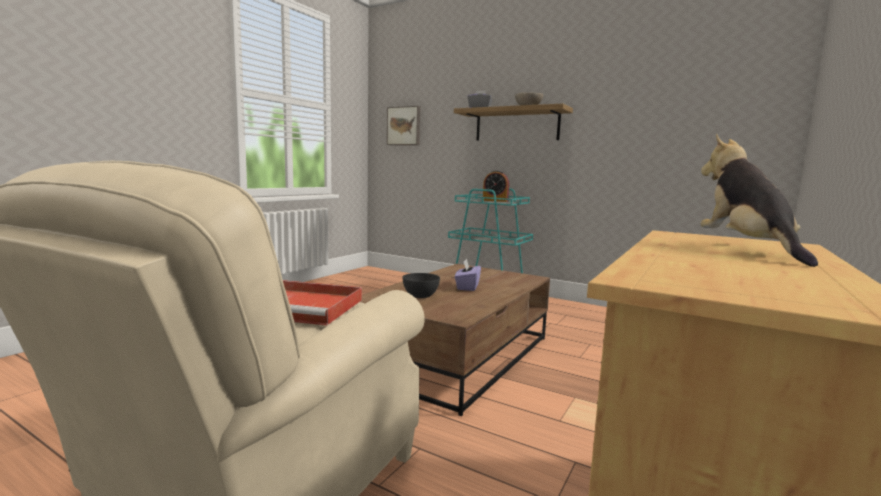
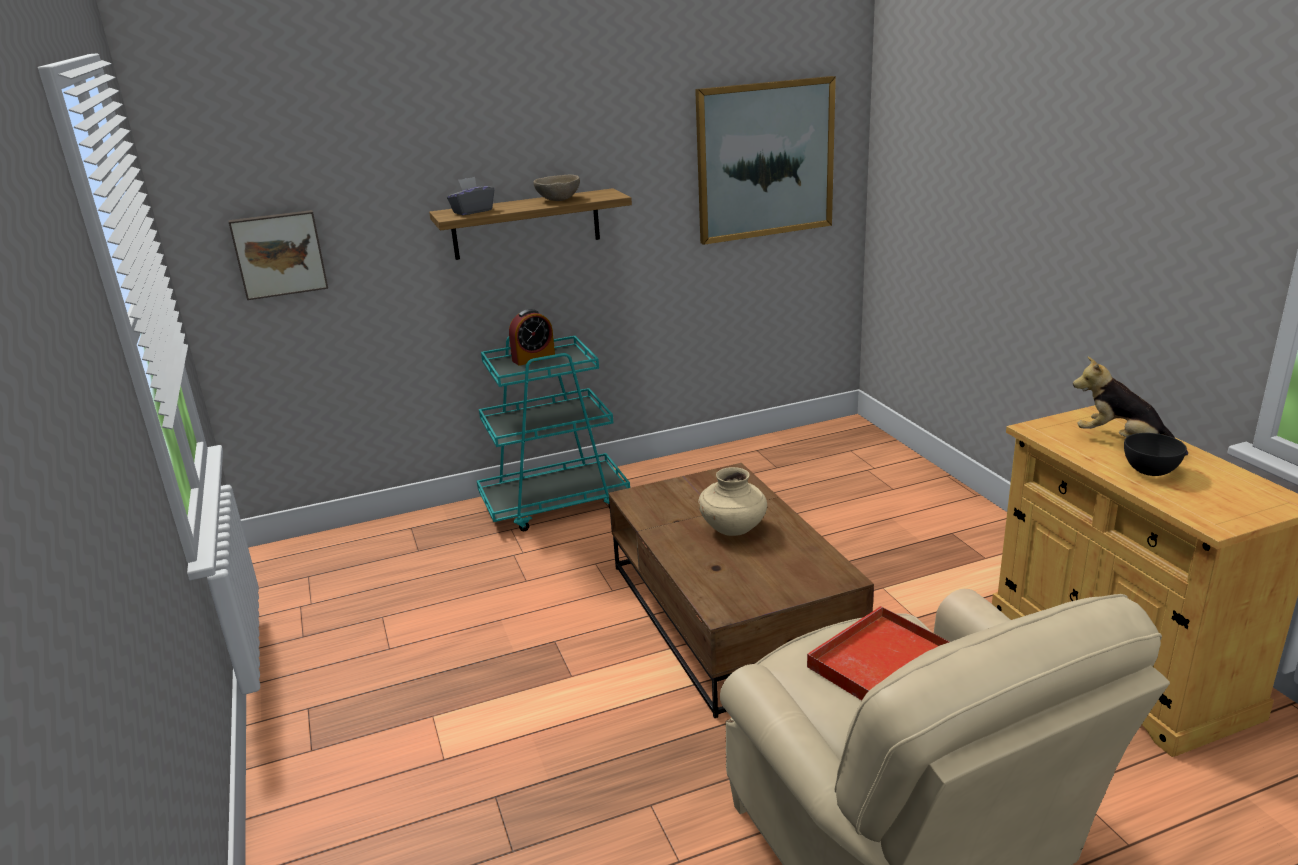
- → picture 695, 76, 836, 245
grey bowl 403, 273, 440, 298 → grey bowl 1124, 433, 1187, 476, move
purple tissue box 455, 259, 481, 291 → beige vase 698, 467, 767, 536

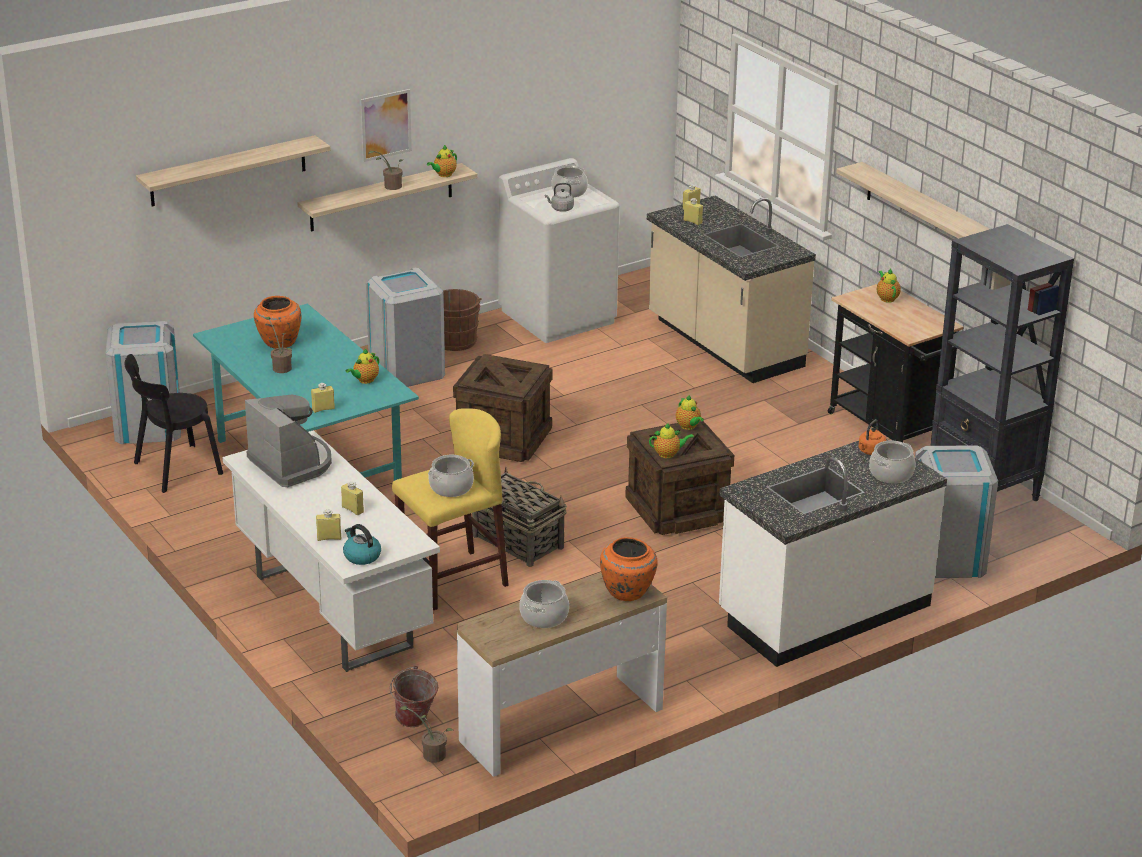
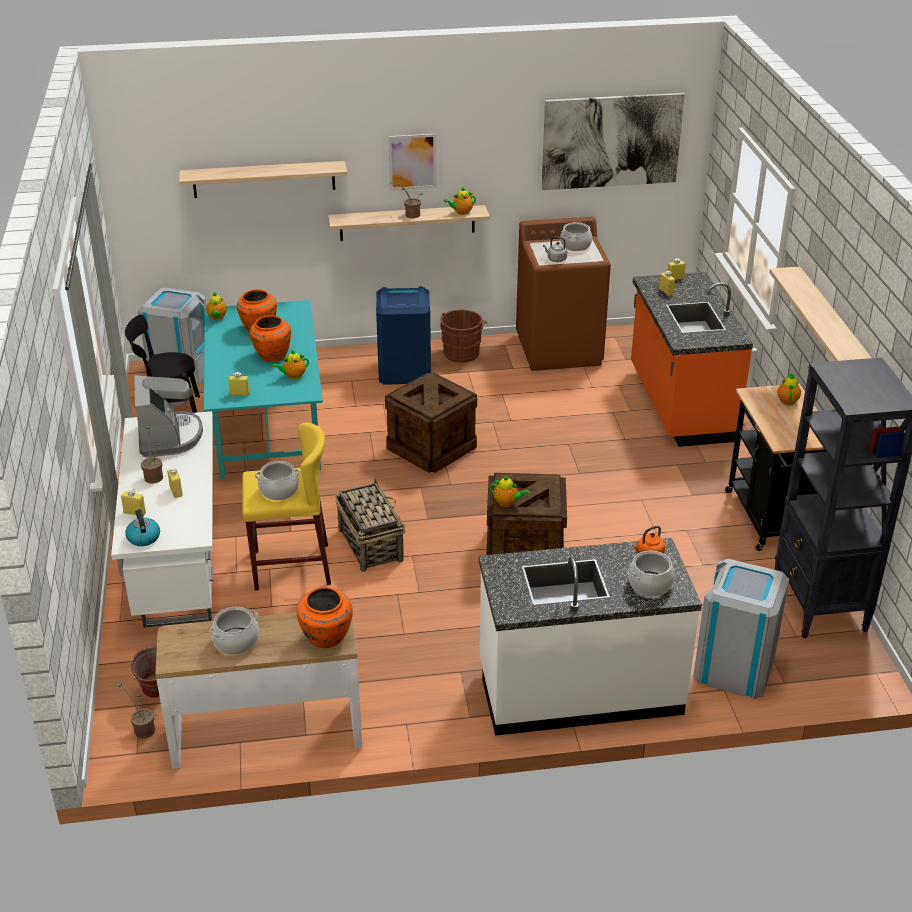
- → orange vase 250, 315, 291, 362
- → picture 542, 93, 685, 190
potted plant 265, 317, 292, 373 → potted plant 141, 426, 163, 483, move
teapot 676, 395, 704, 430 → teapot 206, 292, 227, 320, move
grey trash can 366, 268, 445, 387 → blue trash can 376, 287, 431, 385
white washing machine 498, 158, 620, 343 → brown washing machine 516, 217, 611, 371
beige counter 647, 196, 816, 383 → orange counter 631, 272, 753, 447

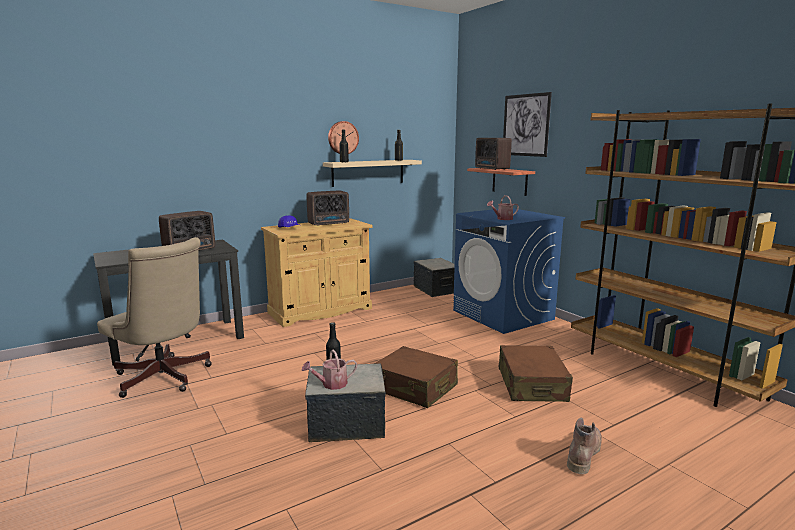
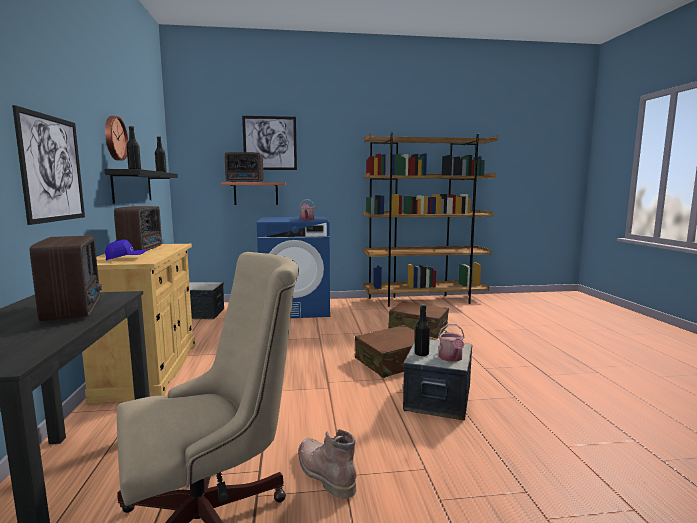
- → picture 12, 105, 85, 225
brown boot 567, 418, 602, 474 → brown boot 298, 429, 357, 499, move
beige shelf 323, 160, 422, 187 → black shelf 104, 169, 178, 203

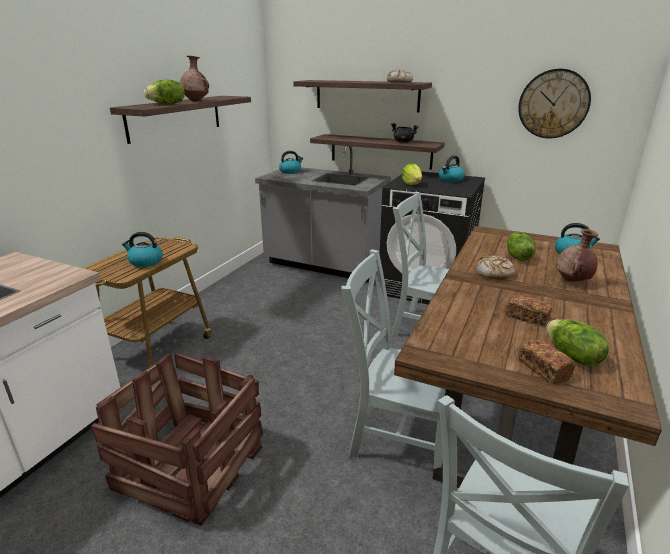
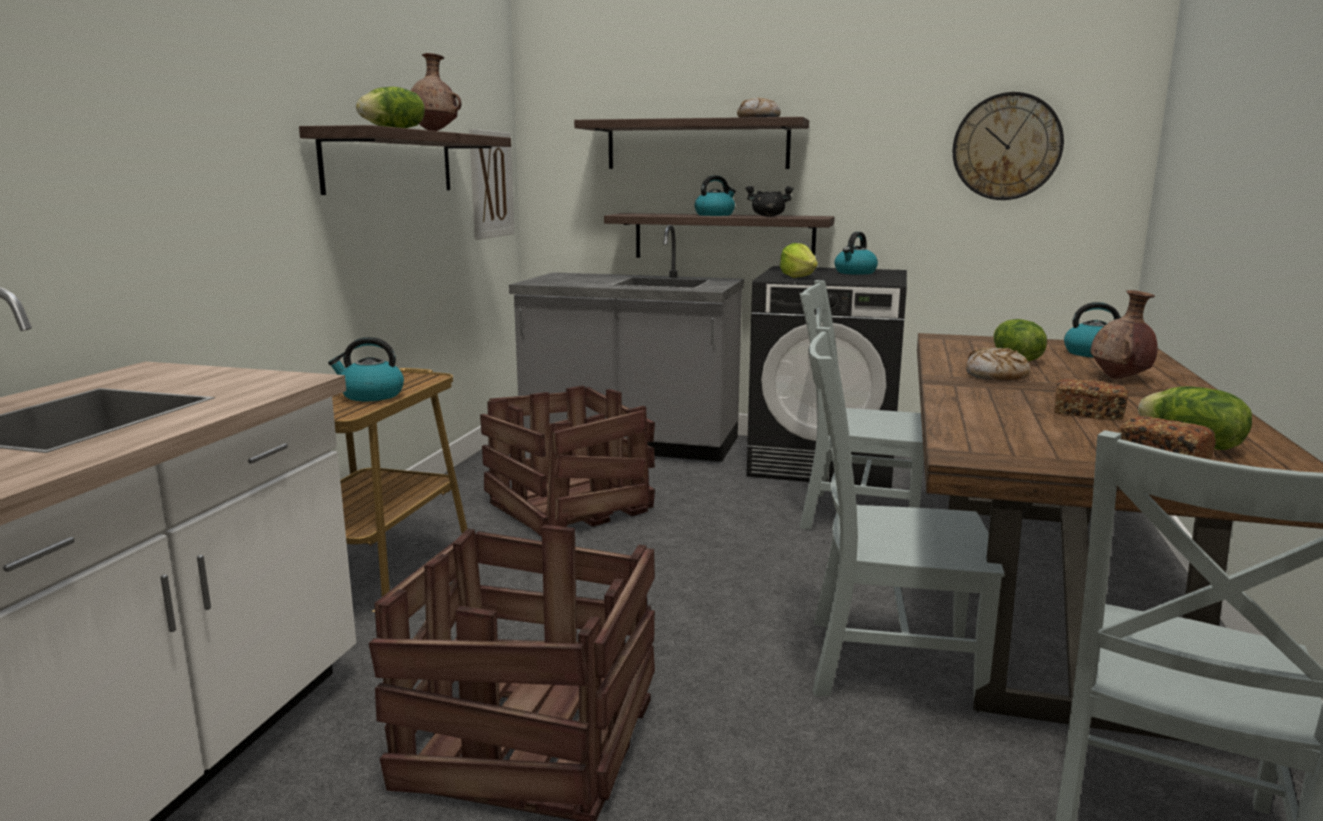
- → picture 469, 129, 515, 240
- → crate 480, 385, 655, 537
kettle 279, 151, 303, 174 → kettle 695, 175, 736, 216, move

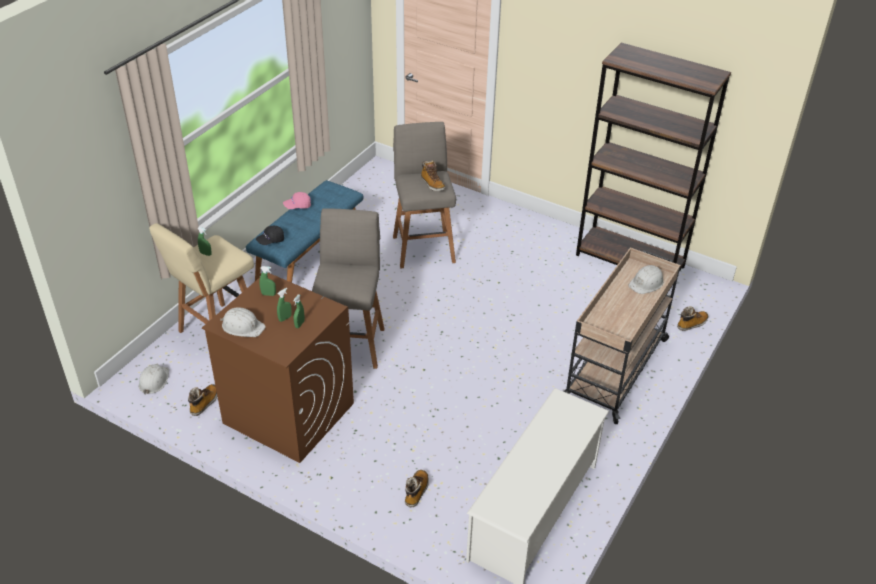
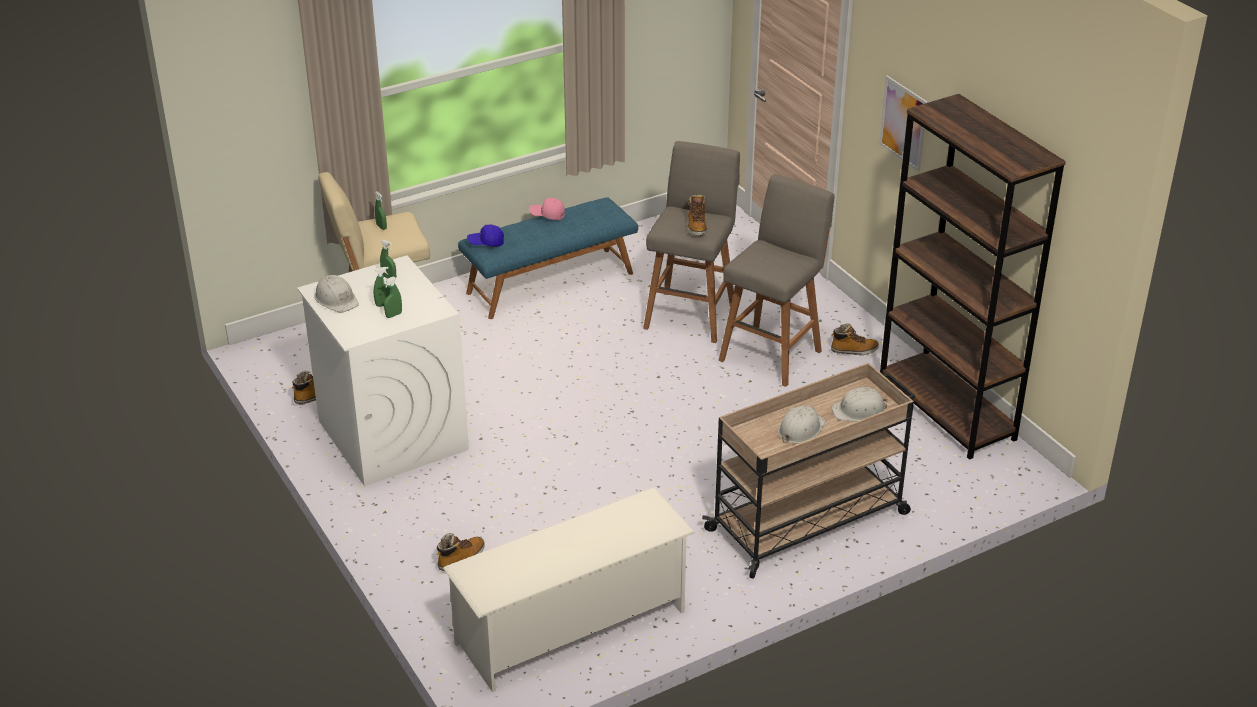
- → picture 879, 75, 928, 171
white hard hat 139, 363, 169, 394 → white hard hat 778, 406, 826, 444, move
grey stool 312, 208, 385, 369 → grey stool 719, 174, 834, 387, move
boot 677, 306, 708, 331 → boot 831, 323, 879, 355, move
brown washing machine 202, 273, 354, 463 → white washing machine 297, 256, 469, 486
black cap 256, 226, 284, 245 → blue cap 467, 225, 504, 247

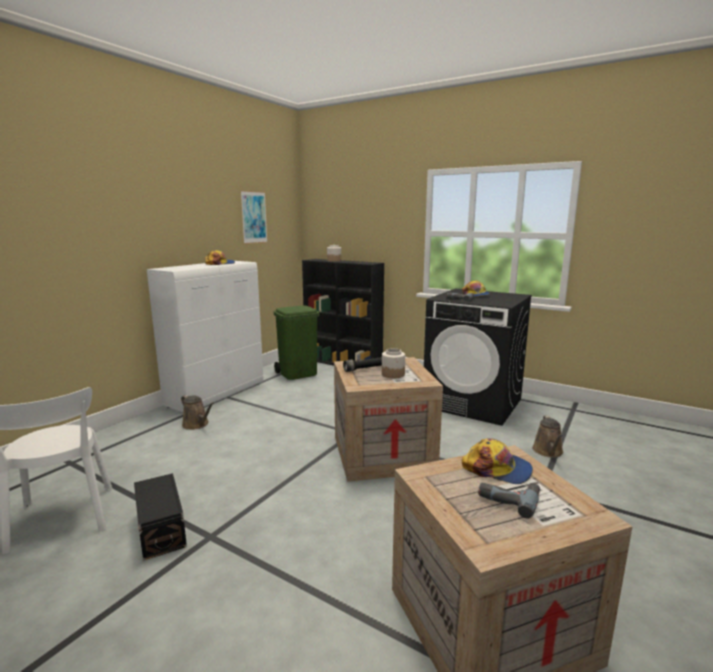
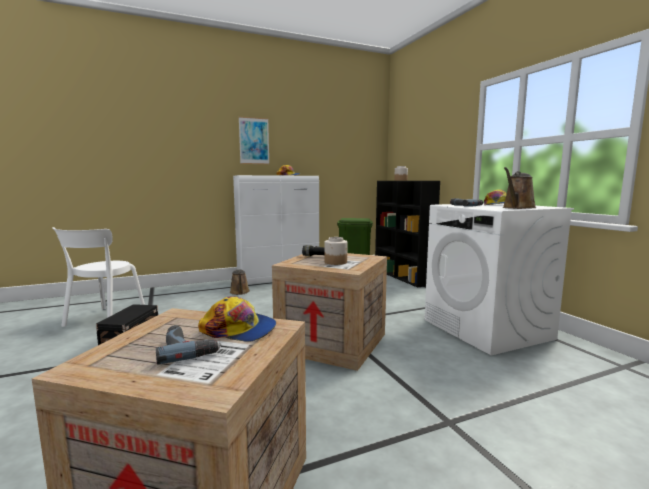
picture 240, 190, 268, 244 → picture 239, 117, 270, 164, move
brown watering can 532, 415, 563, 458 → brown watering can 502, 167, 536, 209, move
black washing machine 424, 289, 532, 426 → white washing machine 424, 203, 574, 355
cap 462, 438, 533, 484 → cap 198, 296, 276, 342, 45 degrees counterclockwise

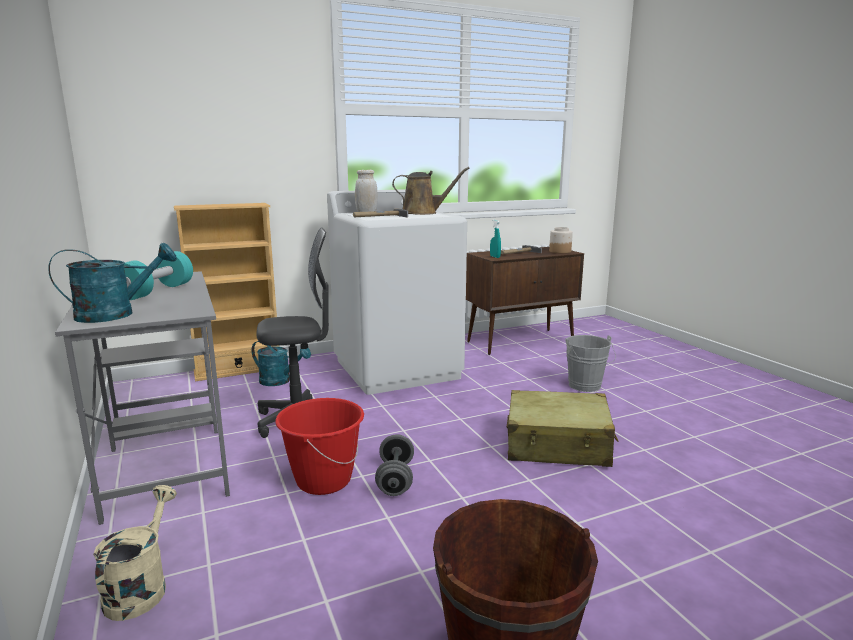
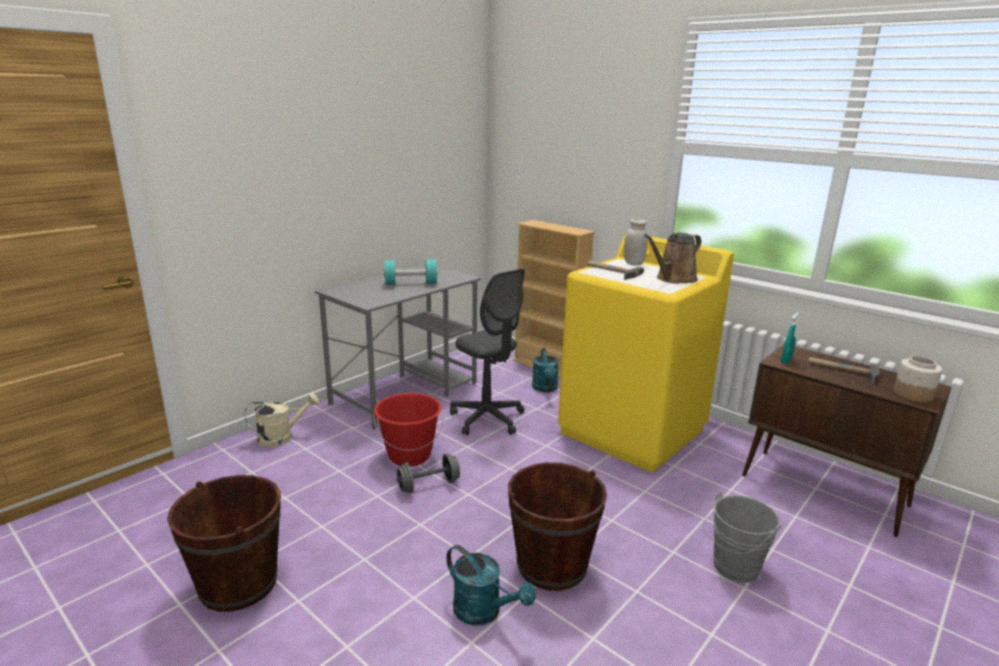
turquoise watering can 48, 243, 177, 323 → turquoise watering can 446, 545, 536, 626, move
beige suitcase 507, 390, 619, 467 → brown bucket 508, 462, 607, 591
white washing machine 327, 189, 467, 395 → yellow washing machine 558, 235, 734, 472
brown watering can 392, 167, 470, 215 → brown watering can 644, 233, 701, 284, 75 degrees clockwise

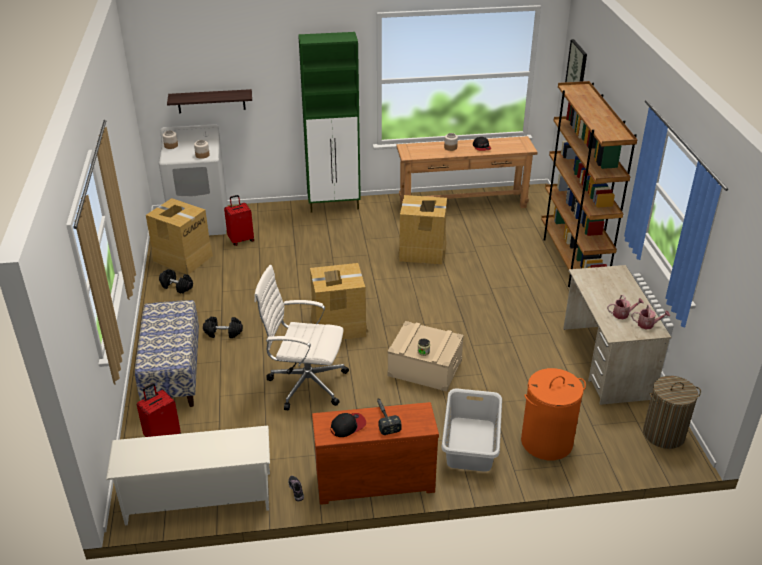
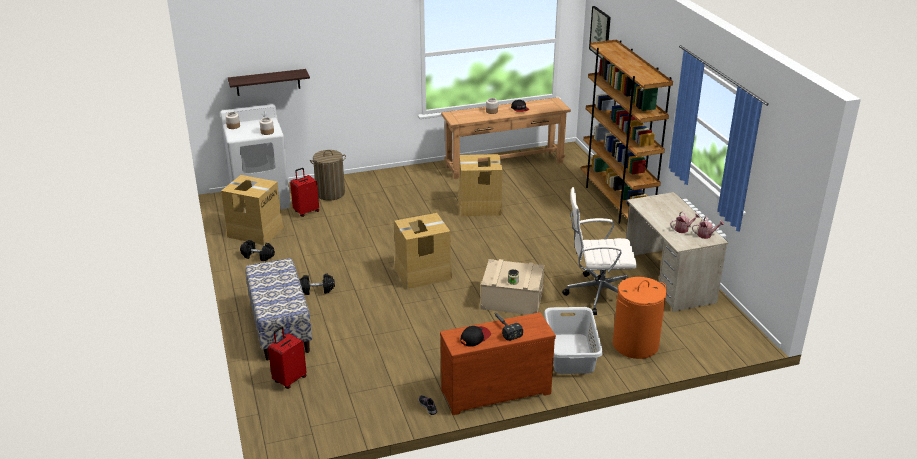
white shoe rack 106, 426, 270, 526 → -
green cabinet 298, 32, 361, 213 → -
white office chair 254, 265, 349, 410 → white office chair 562, 187, 637, 315, move
laundry basket 643, 376, 701, 449 → laundry basket 310, 150, 346, 201, move

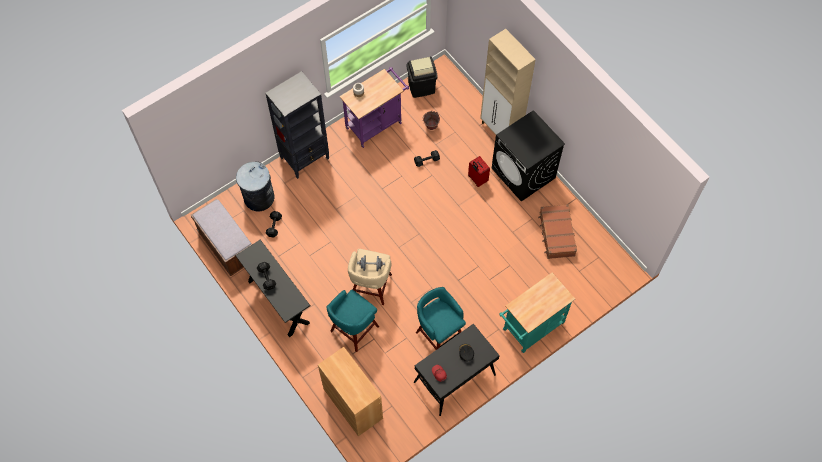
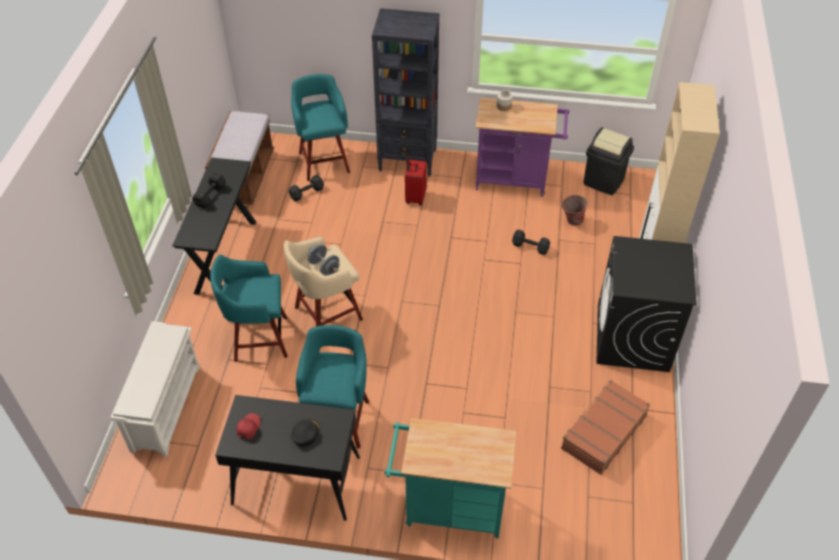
red suitcase 468, 156, 490, 187 → red suitcase 405, 155, 427, 205, move
grey trash can 236, 161, 275, 211 → turquoise stool 291, 74, 350, 181
brown cabinet 318, 347, 383, 436 → white shoe rack 110, 321, 200, 457

